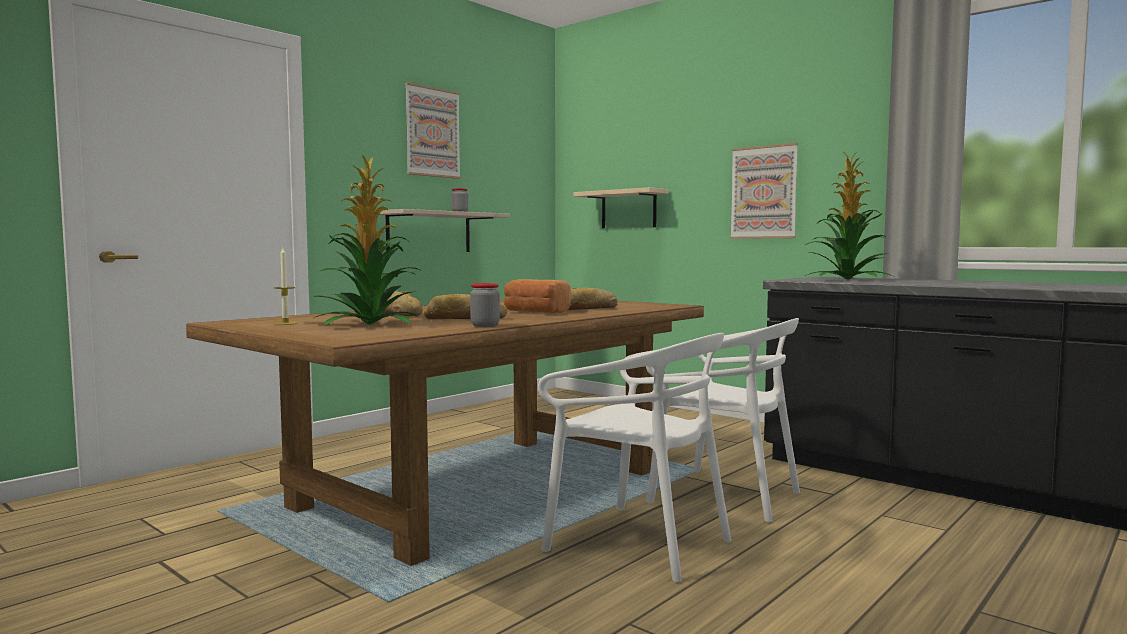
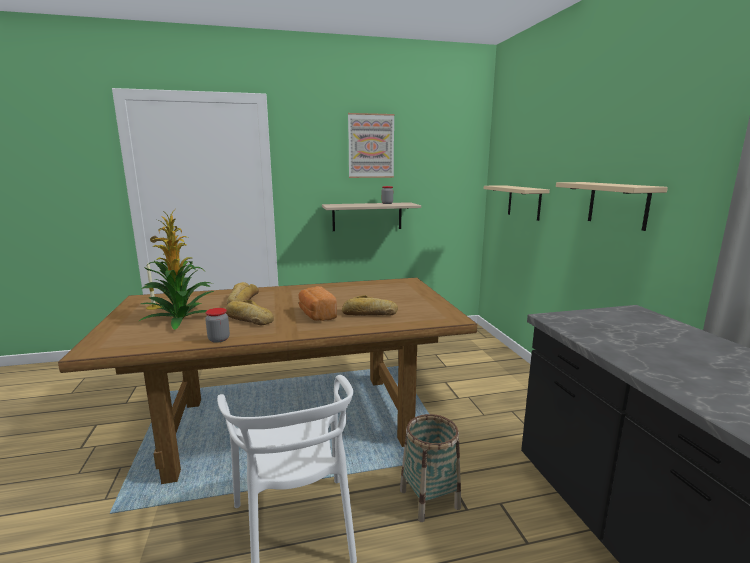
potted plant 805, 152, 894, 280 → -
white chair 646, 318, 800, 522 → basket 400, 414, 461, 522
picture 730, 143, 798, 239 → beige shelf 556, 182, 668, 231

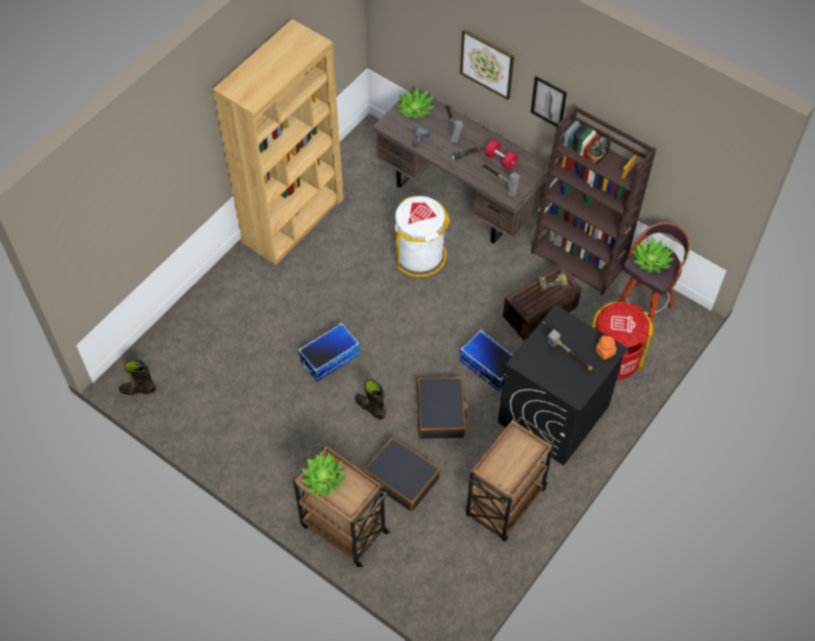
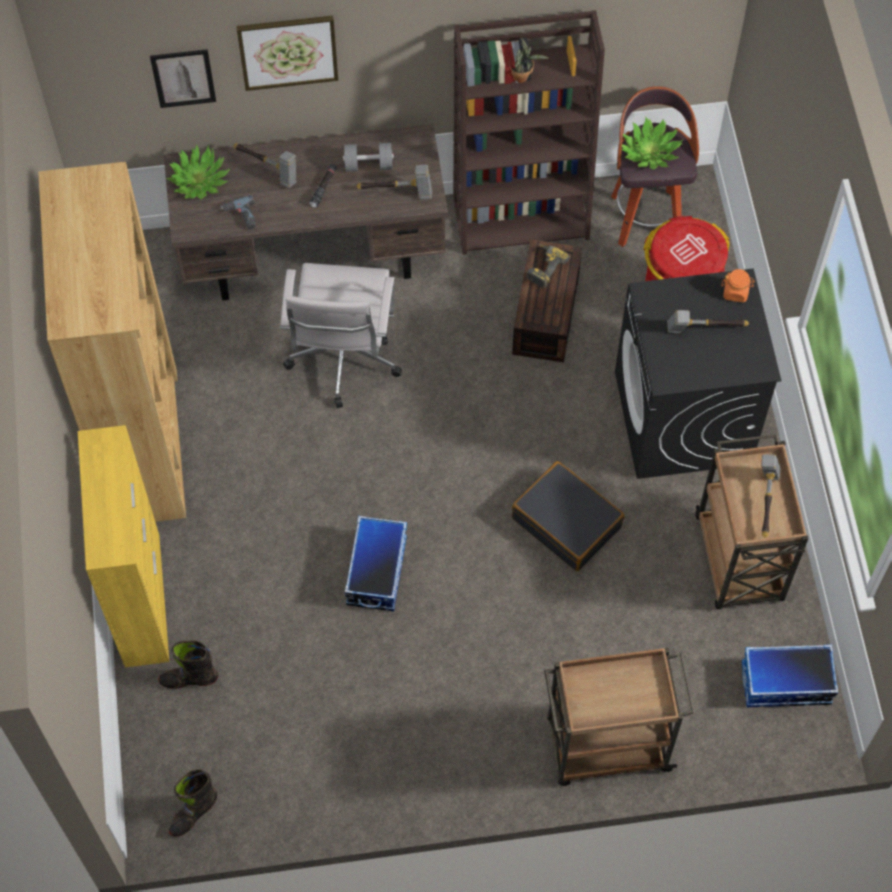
potted plant 301, 452, 347, 497 → -
black suitcase 364, 438, 440, 512 → -
- → yellow cabinet 78, 425, 169, 668
- → hammer 761, 454, 781, 537
black boot 355, 379, 386, 419 → black boot 158, 640, 219, 689, move
storage box 460, 330, 513, 391 → storage box 742, 644, 838, 707, move
picture 530, 76, 567, 127 → picture 150, 49, 216, 108, move
white trash can 395, 196, 449, 277 → white office chair 280, 263, 402, 408
red dumbbell 484, 140, 518, 170 → grey dumbbell 343, 143, 394, 172

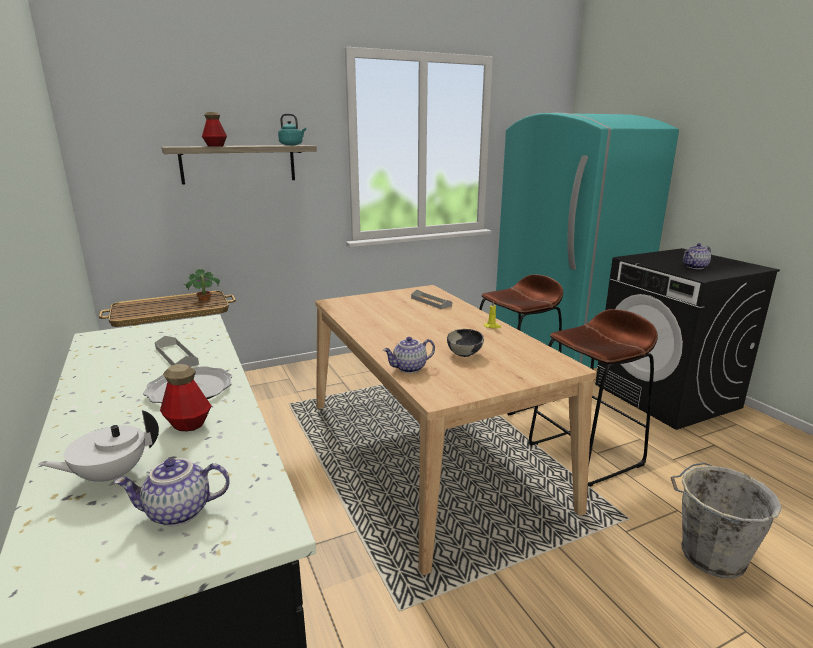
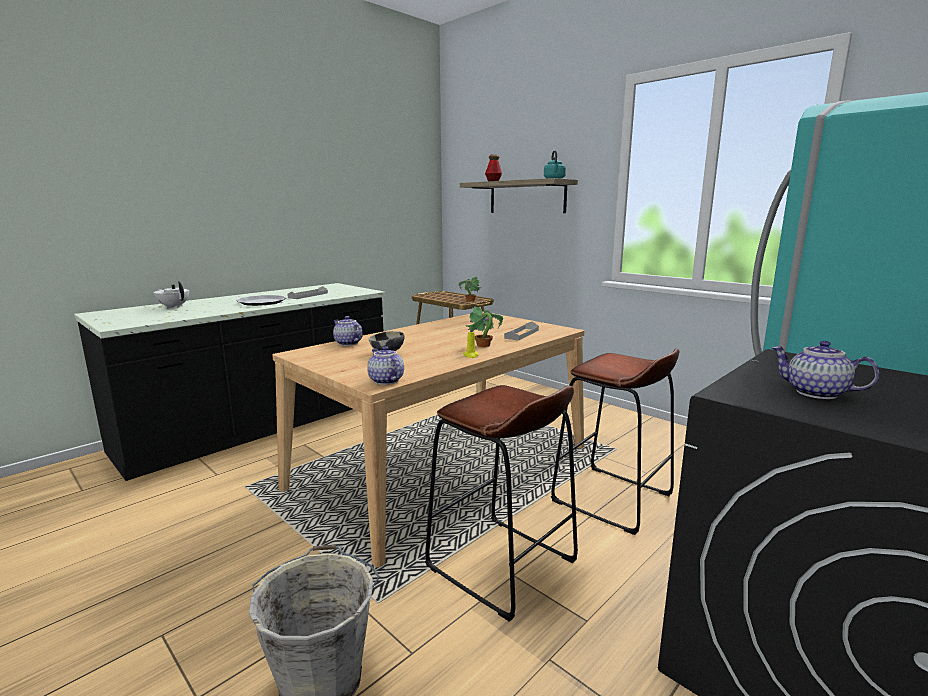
bottle 160, 364, 211, 431 → -
- → potted plant 466, 306, 503, 347
teapot 114, 458, 230, 526 → teapot 367, 346, 404, 385, move

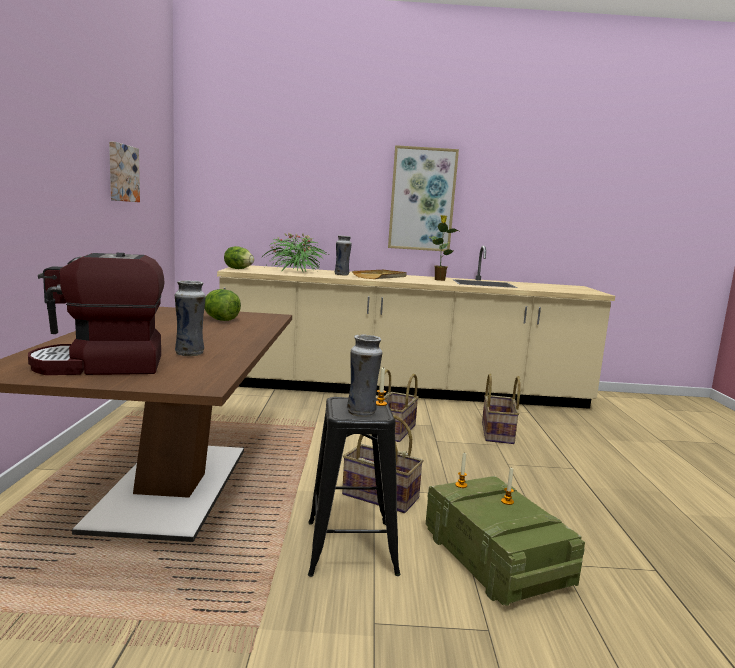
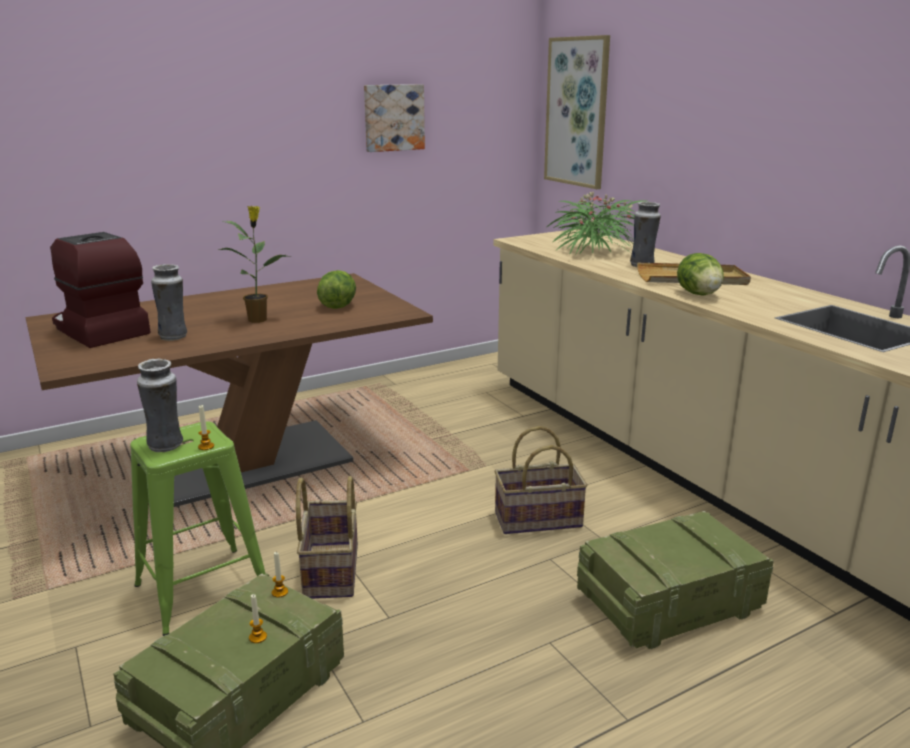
lettuce 224, 246, 254, 269 → lettuce 677, 253, 724, 295, move
picture 388, 145, 459, 251 → picture 544, 35, 610, 189, move
potted plant 430, 215, 458, 281 → potted plant 219, 206, 289, 323, move
basket 482, 374, 521, 444 → crate 577, 511, 774, 649
black stool 308, 397, 400, 577 → green stool 130, 421, 266, 636

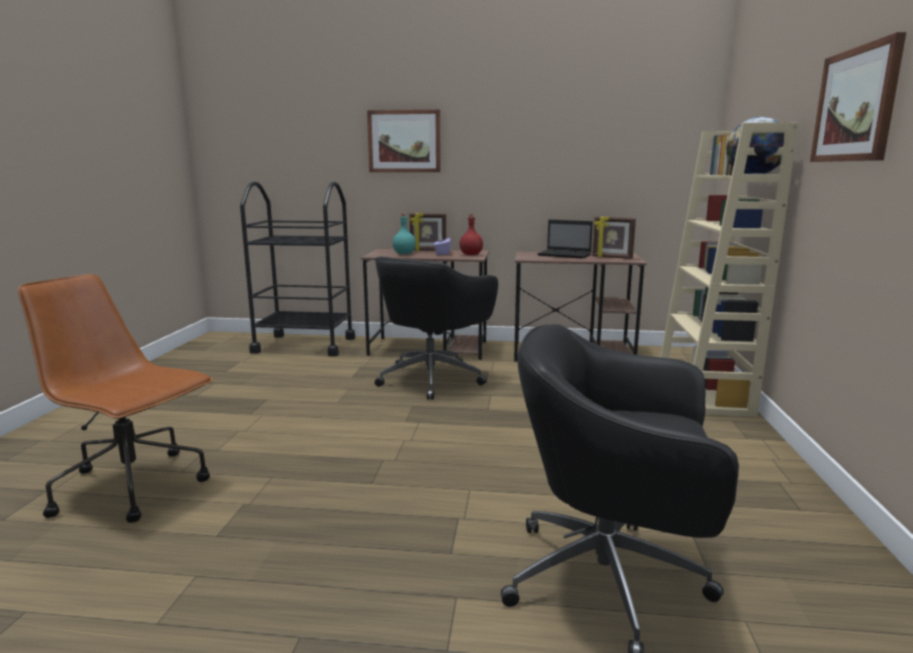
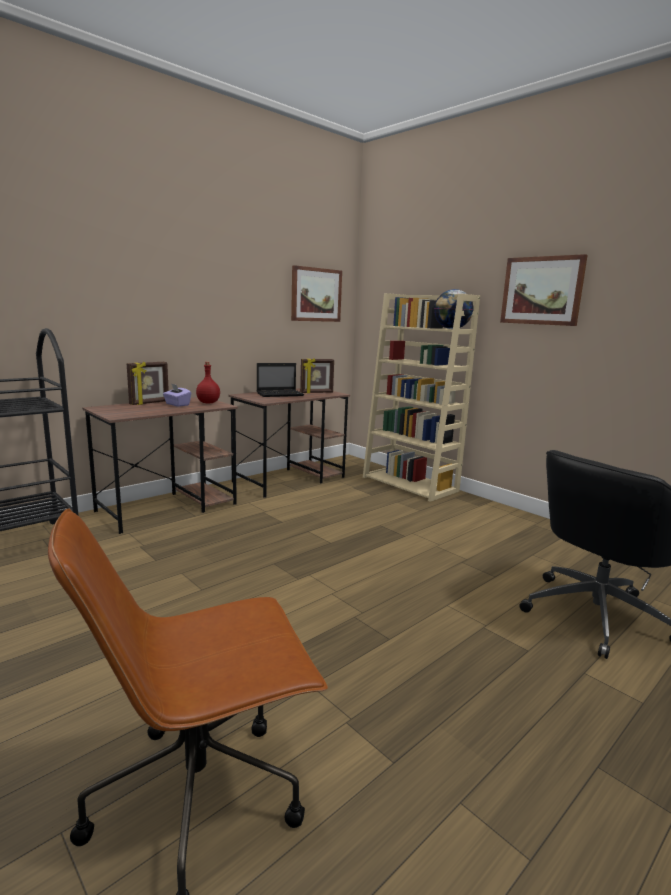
black office chair 375, 256, 498, 400 → -
turquoise bottle 392, 214, 416, 254 → -
picture 367, 110, 441, 172 → picture 291, 265, 342, 322, move

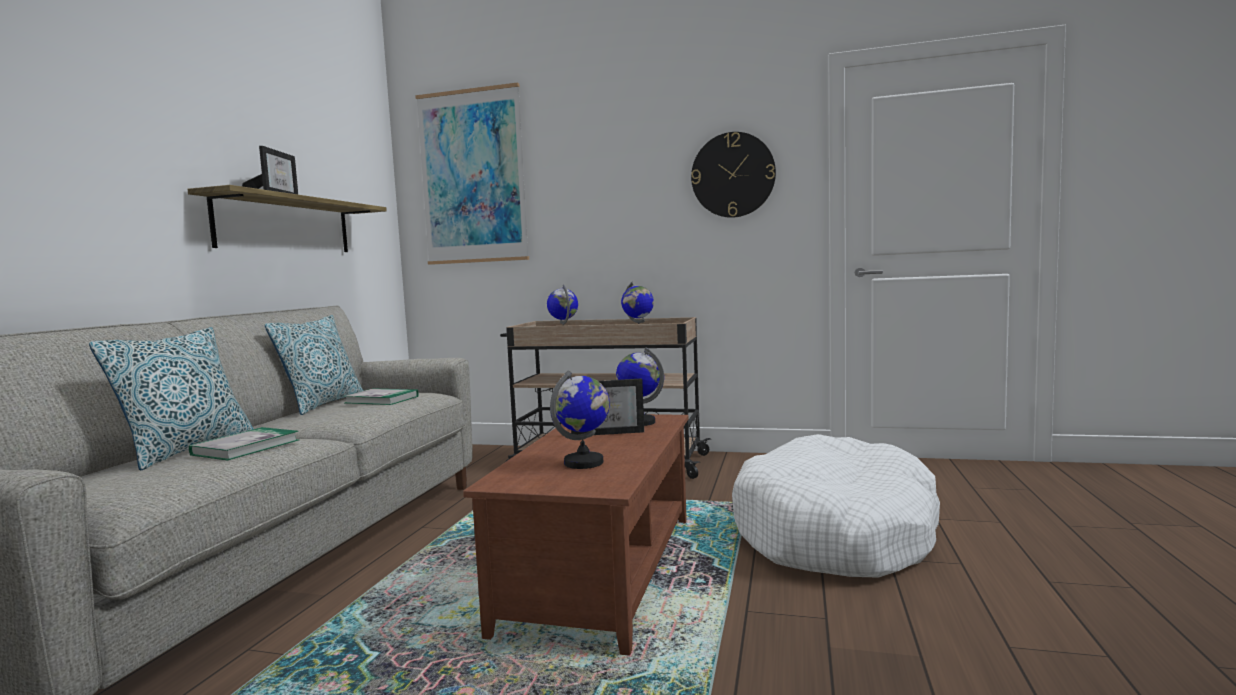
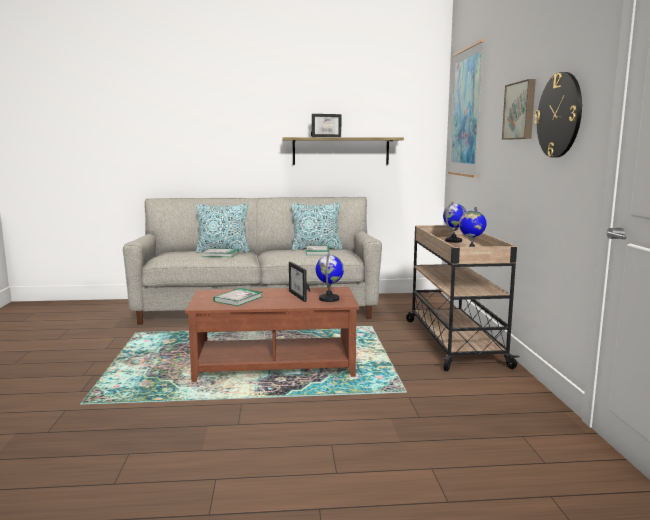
white dog bed 732, 434, 940, 578 → -
- → picture 502, 79, 536, 140
globe 550, 370, 610, 469 → book 213, 288, 263, 306

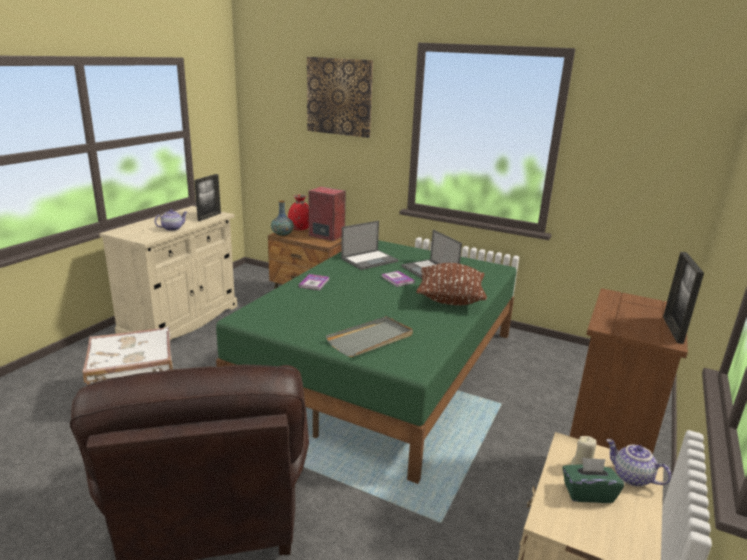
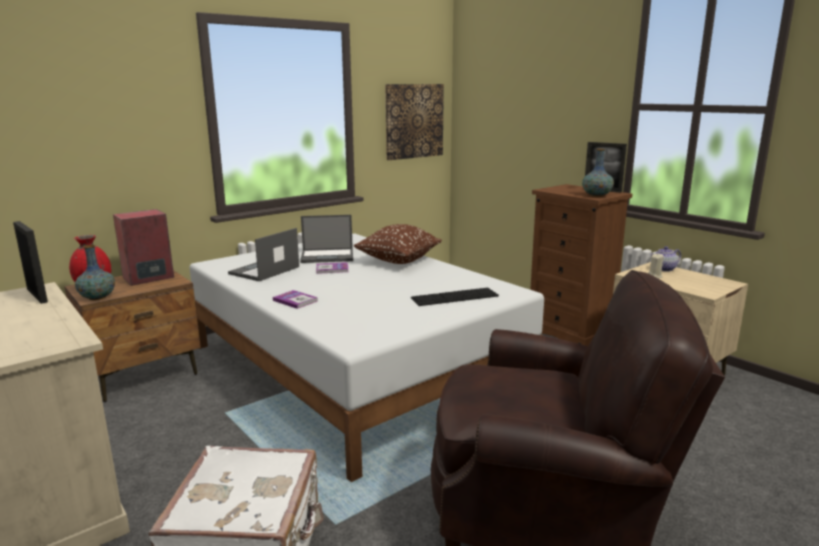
teapot 155, 209, 187, 231 → -
green tissue box 562, 457, 624, 503 → -
- → vase 582, 149, 614, 197
picture 307, 57, 373, 138 → picture 385, 84, 444, 160, move
grey tray 326, 316, 413, 357 → keyboard 411, 288, 499, 306
green bed 216, 240, 517, 484 → white bed 190, 233, 544, 482
laptop 341, 221, 398, 270 → laptop 228, 228, 299, 281, 135 degrees counterclockwise

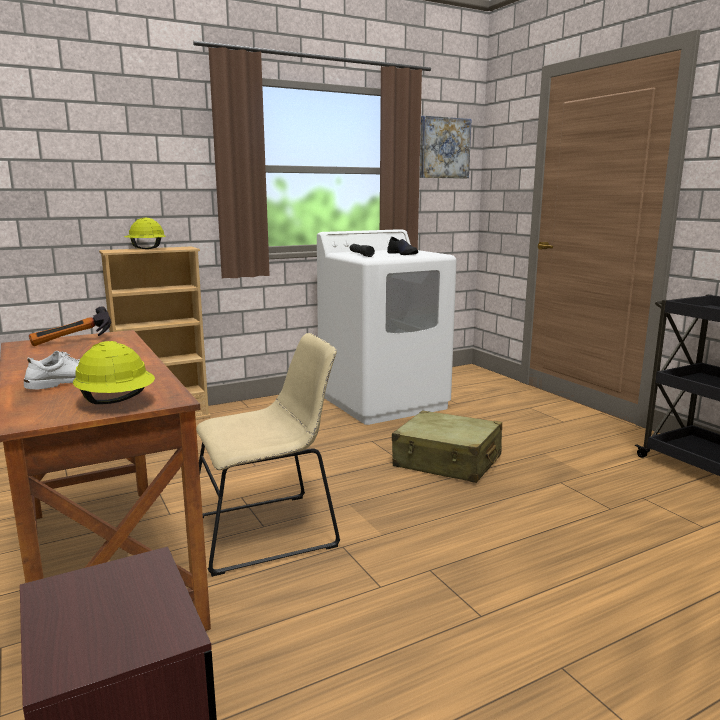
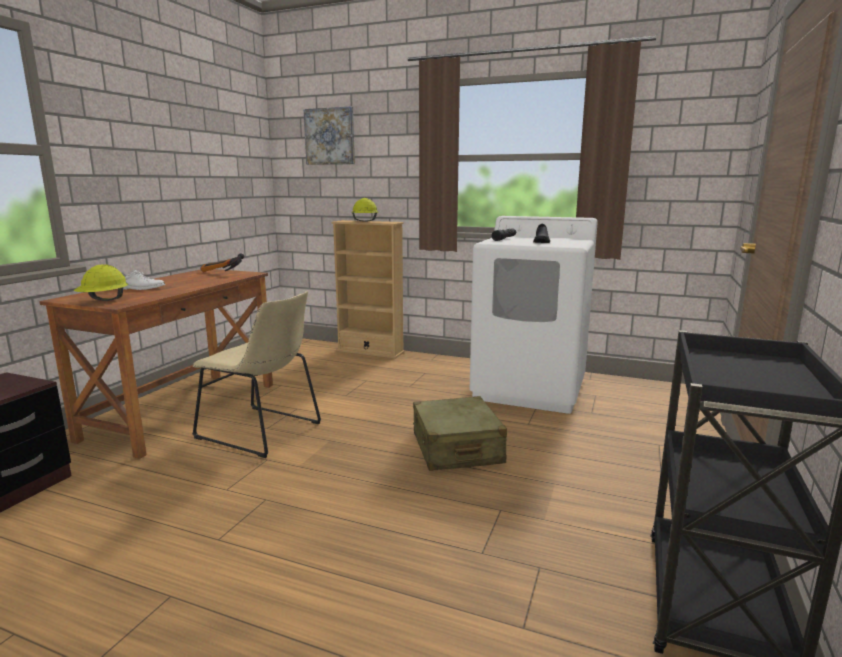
picture 420, 116, 472, 178 → picture 304, 106, 355, 165, move

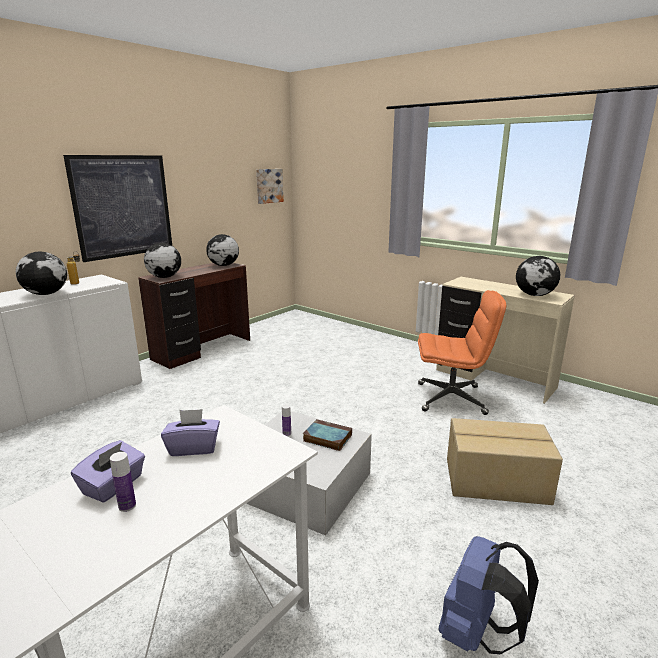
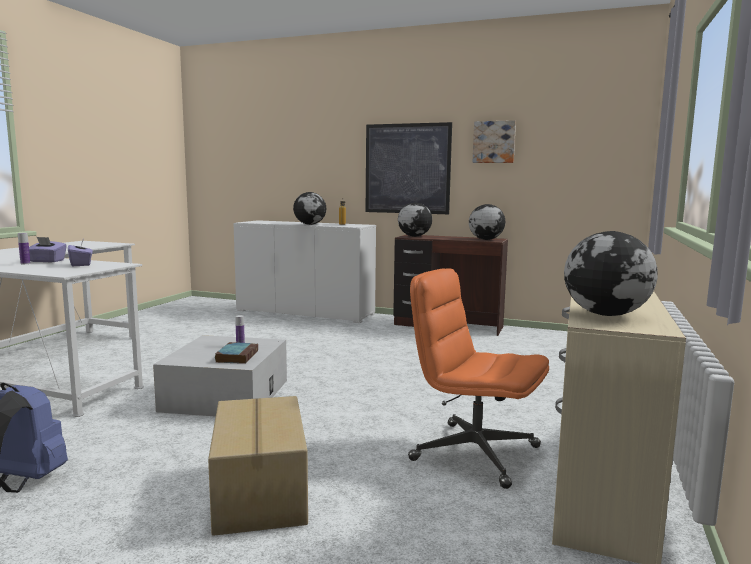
picture 256, 169, 284, 204 → picture 473, 120, 516, 163, move
orange office chair 418, 290, 506, 415 → orange office chair 408, 269, 549, 489, 135 degrees clockwise

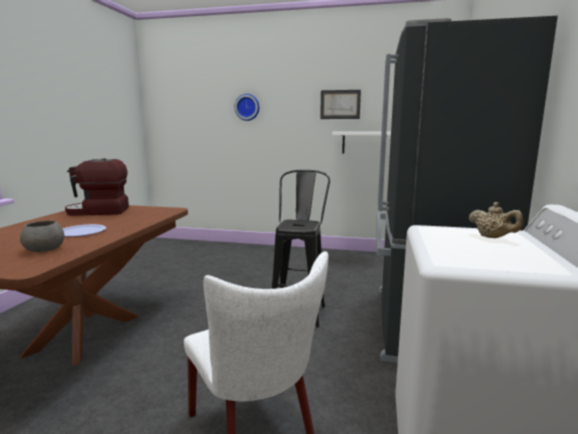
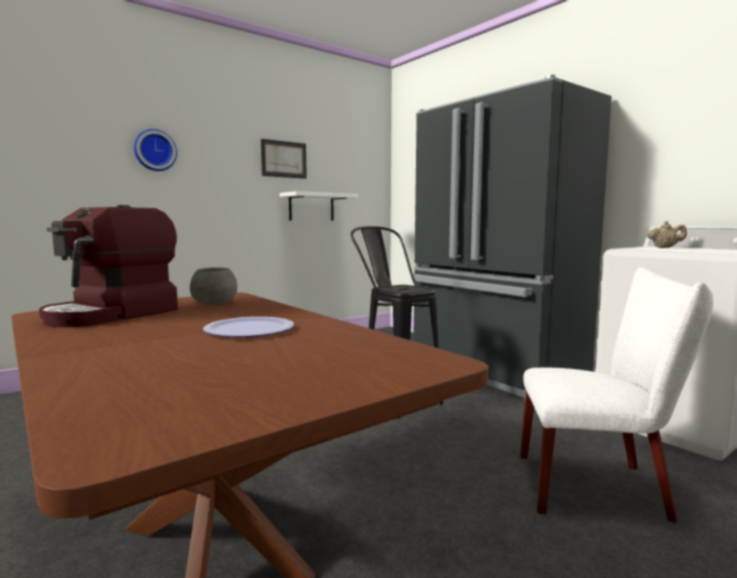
grey bowl 20, 220, 64, 252 → grey bowl 190, 267, 237, 304, move

